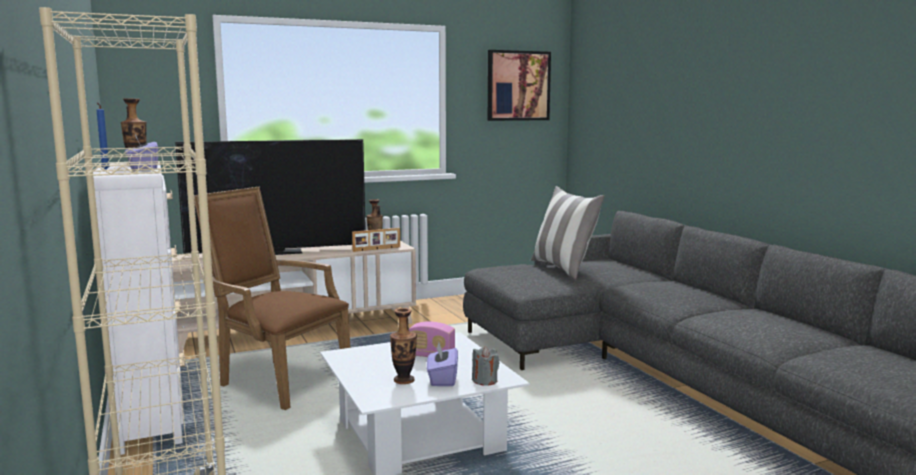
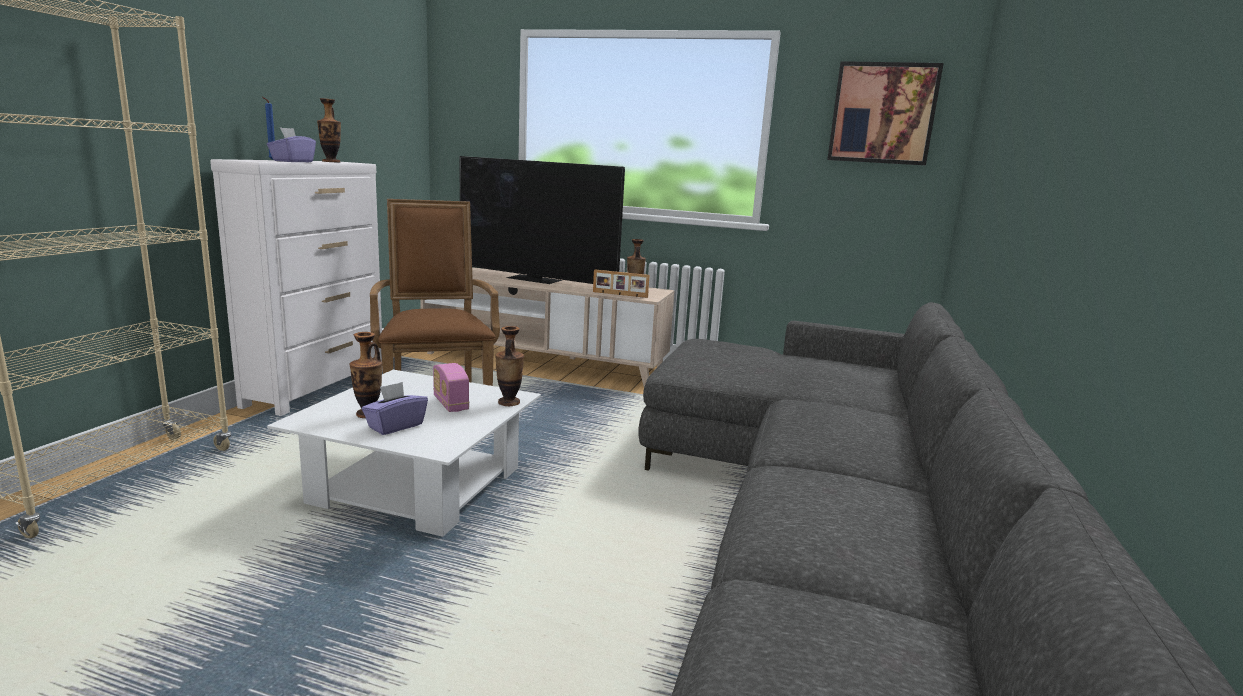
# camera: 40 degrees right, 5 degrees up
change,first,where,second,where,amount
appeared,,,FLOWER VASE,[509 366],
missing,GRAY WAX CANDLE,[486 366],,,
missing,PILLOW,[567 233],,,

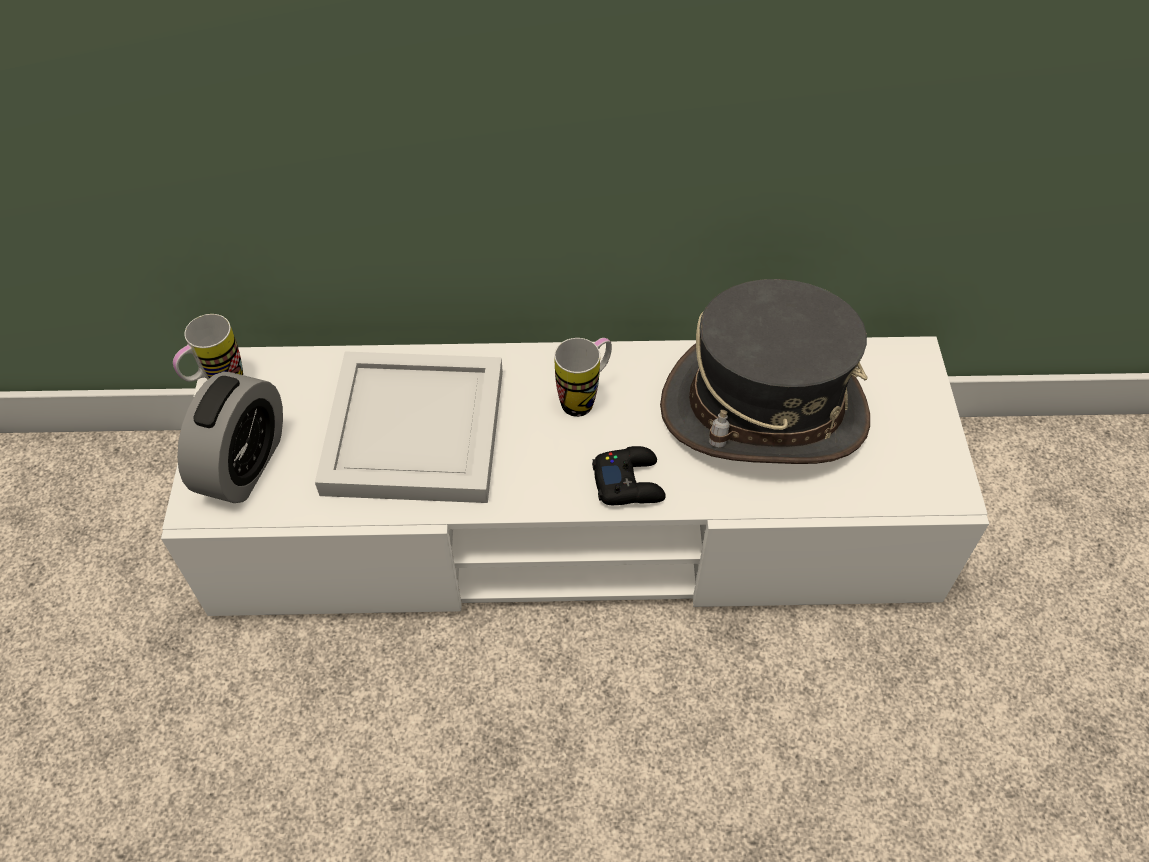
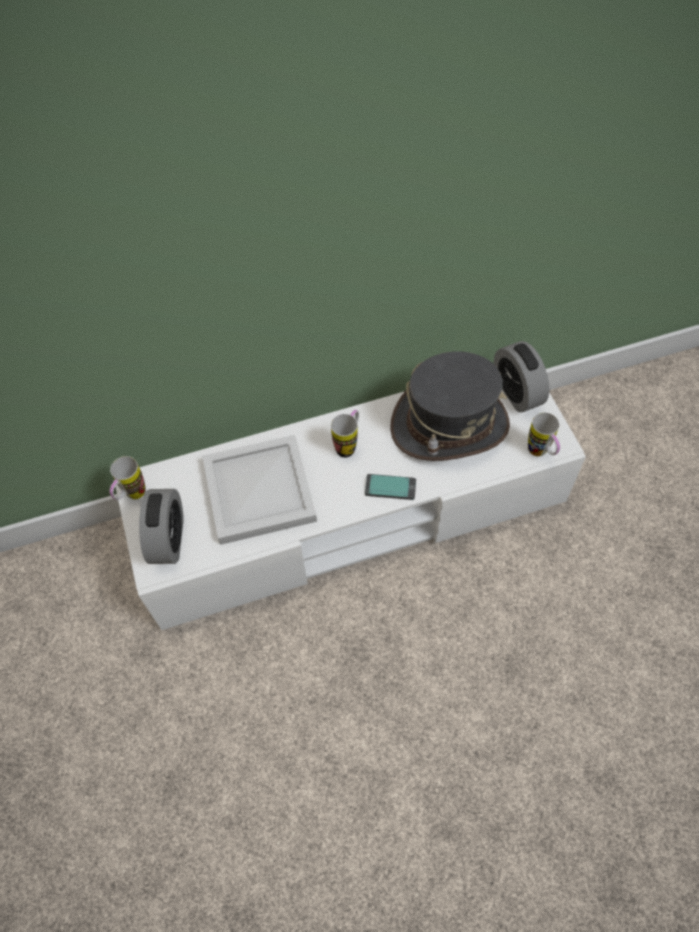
# camera: 15 degrees left, 5 degrees up
change,first,where,second,where,amount
exchanged,BLACK GAME CONTROLLER,[629 475],TELEPHONE,[390 487],
appeared,,,BEDSIDE CLOCK,[521 376],
appeared,,,COFFEE MUG,[544 434],

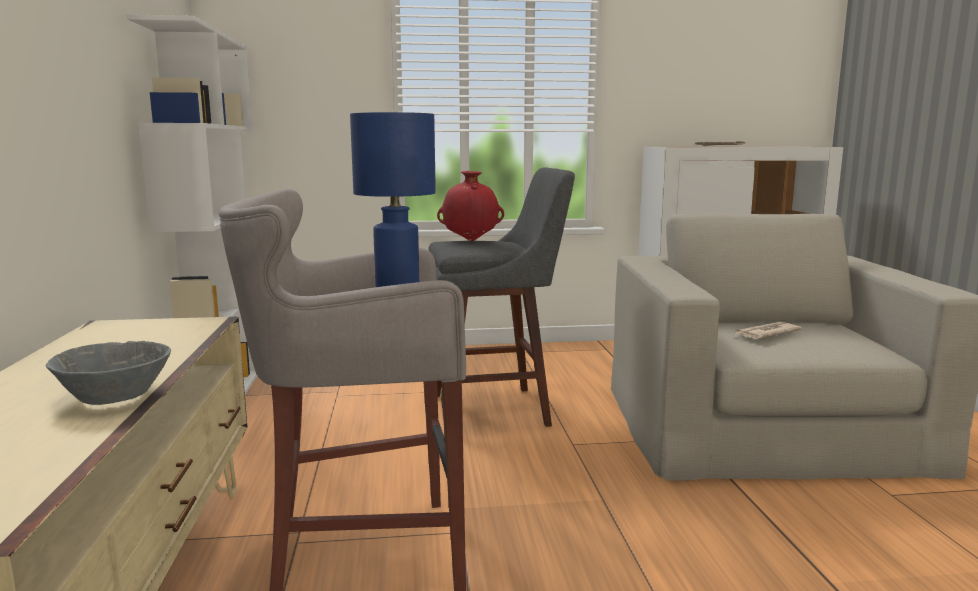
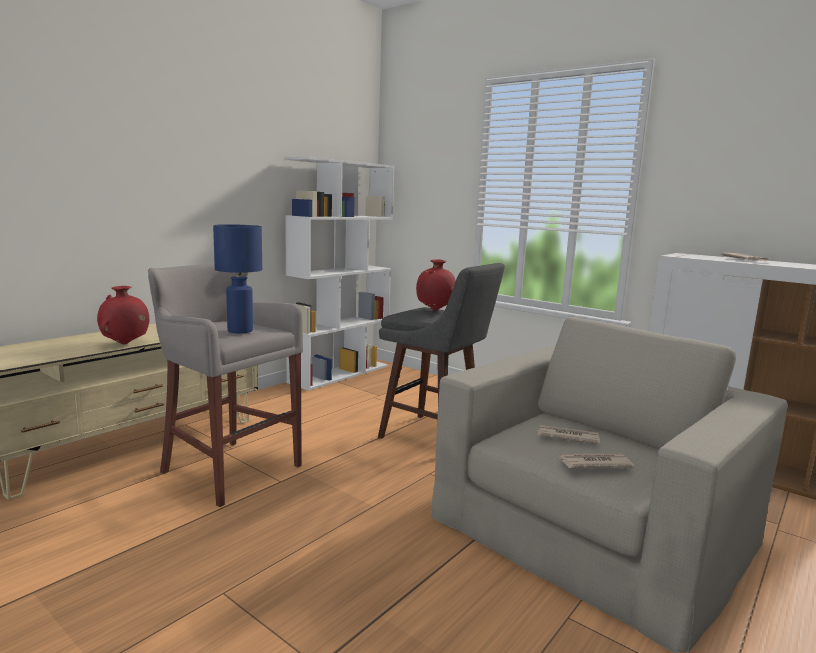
# camera: 45 degrees right, 0 degrees up
change,first,where,second,where,amount
exchanged,GRAY DEEP DISH,[108 373],RED-COLOURED FLOWER VASE,[123 315],
appeared,,,DAILY PAPER,[595 460],

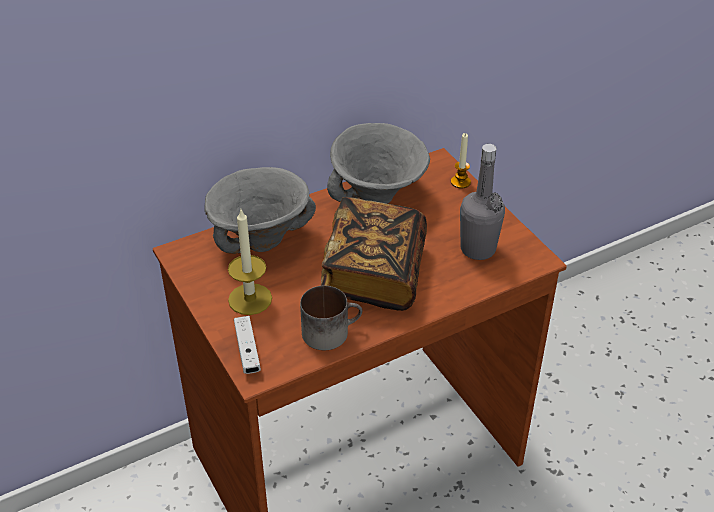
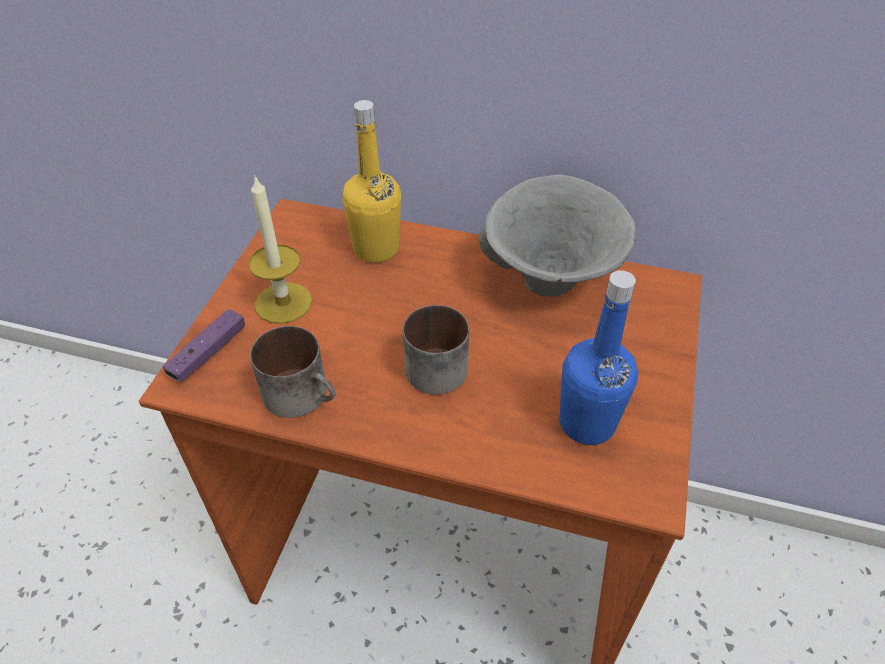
# camera: 45 degrees right, 5 degrees up
change,first,where,second,where,amount
colour,WHITE GAME CONTROLLER,[247 345],PURPLE GAME CONTROLLER,[204 345],
exchanged,GRAY DEEP DISH,[260 210],YELLOW-COLOURED BEVERAGE BOTTLE,[371 181],
exchanged,BOUND BOOK,[373 254],COFFEE MUG,[436 350],
colour,GRAY BEVERAGE BOTTLE,[482 202],BLUE BEVERAGE BOTTLE,[598 357],
missing,WAX CANDLE,[461 161],,,

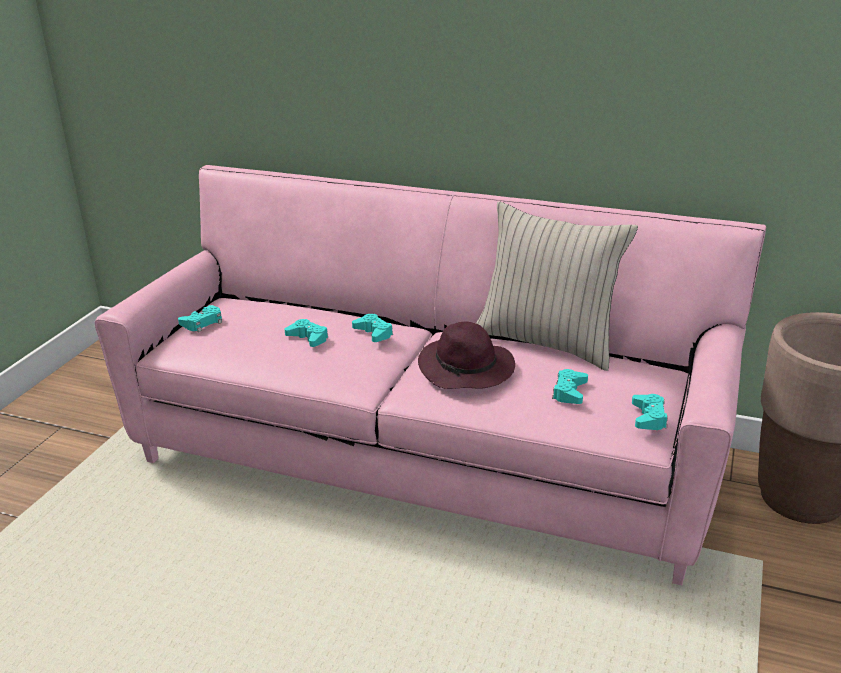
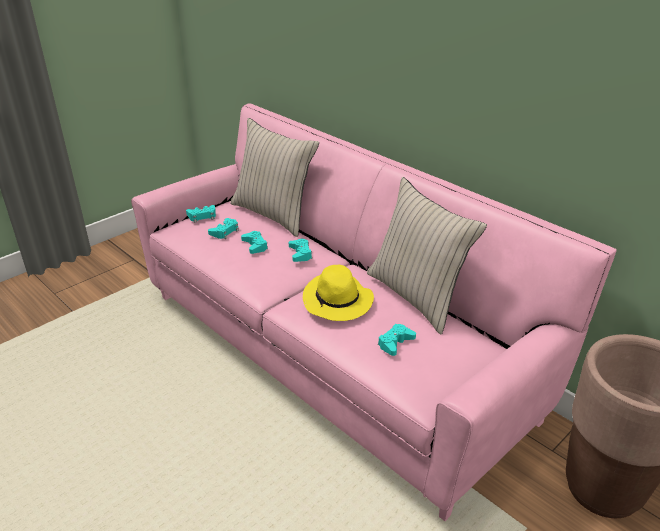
# camera: 25 degrees right, 5 degrees up
change,first,where,second,where,amount
relocated,TURQUOISE-COLOURED GAME CONTROLLER,[650 412],,[223 228],
appeared,,,BEIGE PILLOW,[274 177],
colour,PURPLE WEARABLE HAT,[466 355],YELLOW-COLOURED WEARABLE HAT,[338 293],

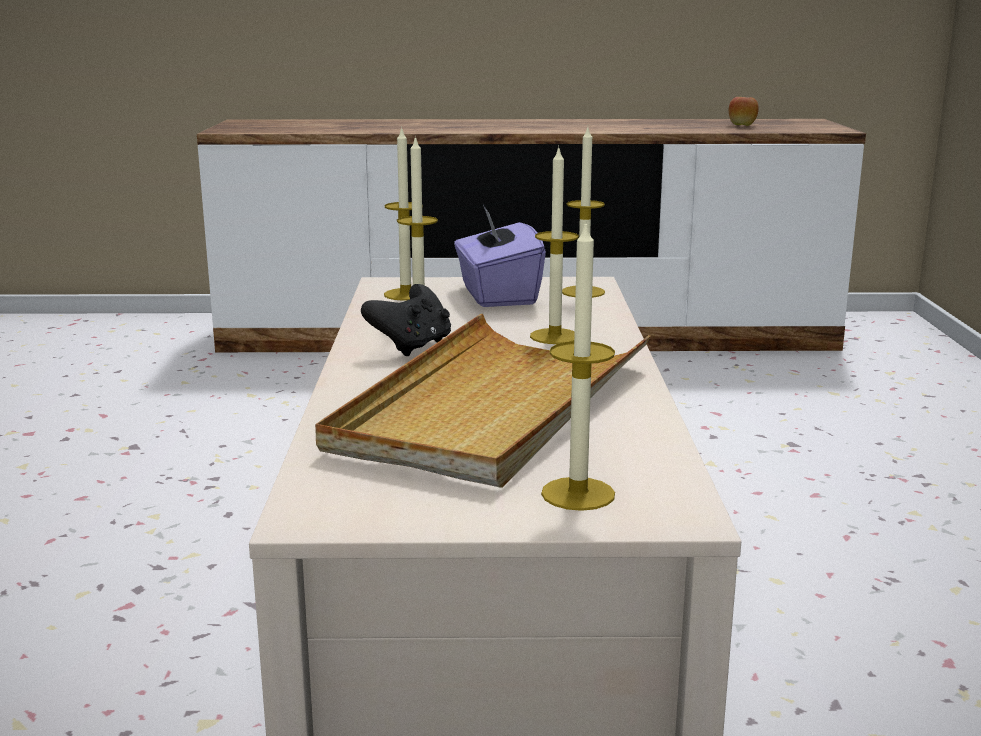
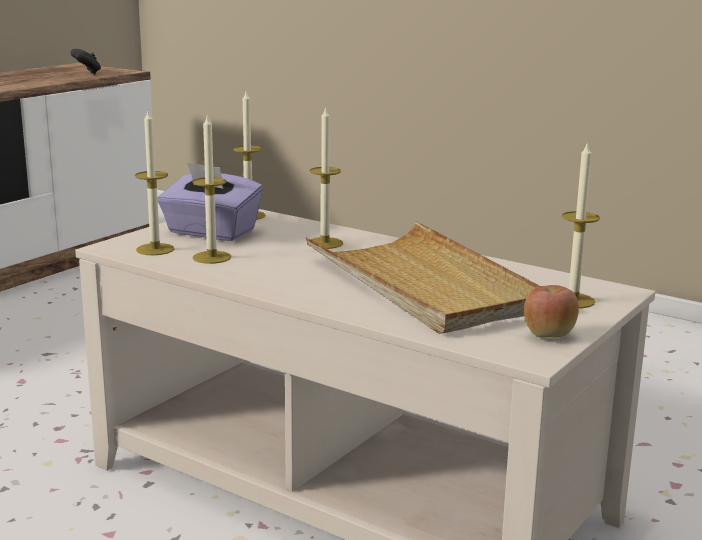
# camera: 55 degrees left, 0 degrees up
change,first,where,second,where,amount
relocated,BLACK GAME CONTROLLER,[406 320],,[86 61],
relocated,APPLE FRUIT,[744 111],,[551 311],

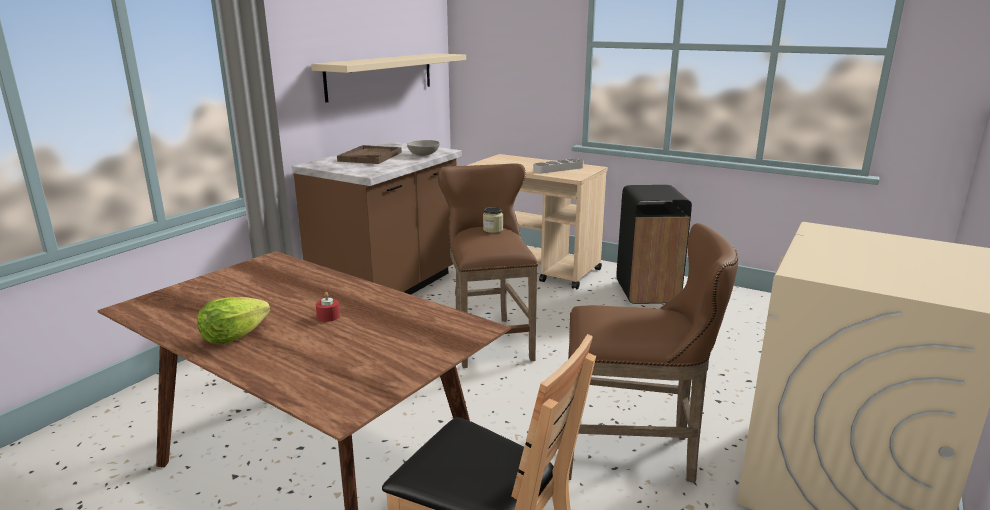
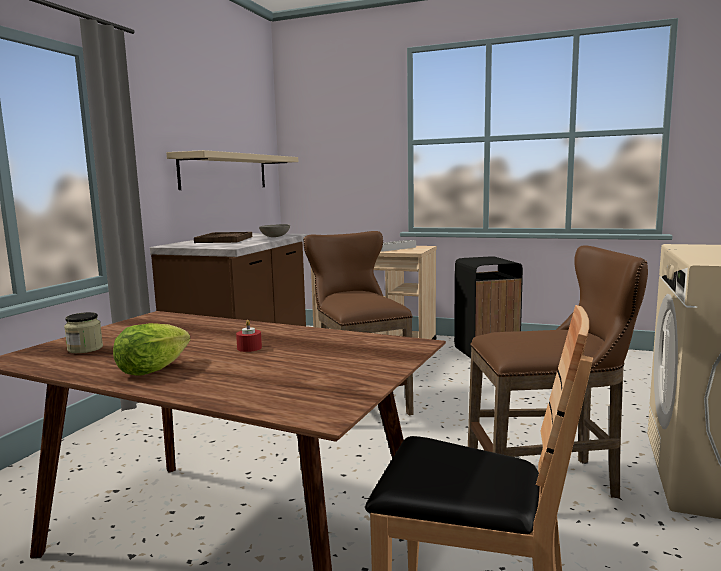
# camera: 10 degrees left, 10 degrees down
change,first,where,second,where,amount
relocated,PRESERVE JAR,[493 220],,[83 332],

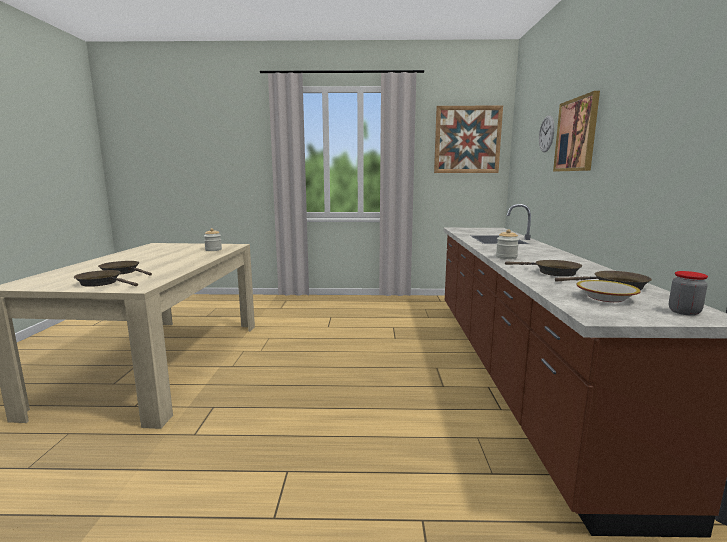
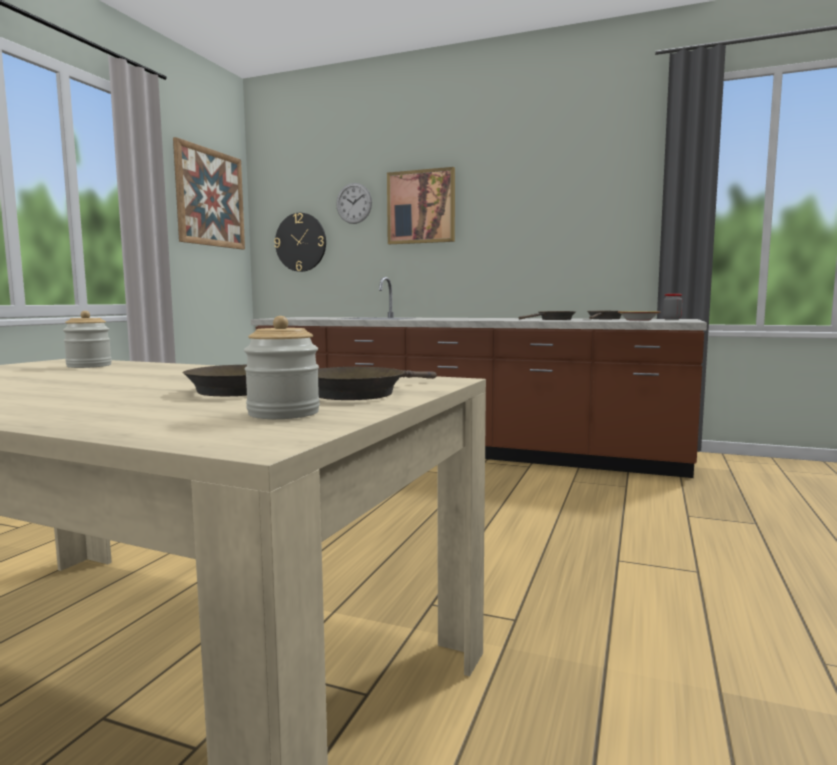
# camera: 70 degrees left, 5 degrees down
change,first,where,second,where,amount
relocated,PRESERVE JAR,[507 244],,[282 367],
appeared,,,HANGING CLOCK,[300 242],

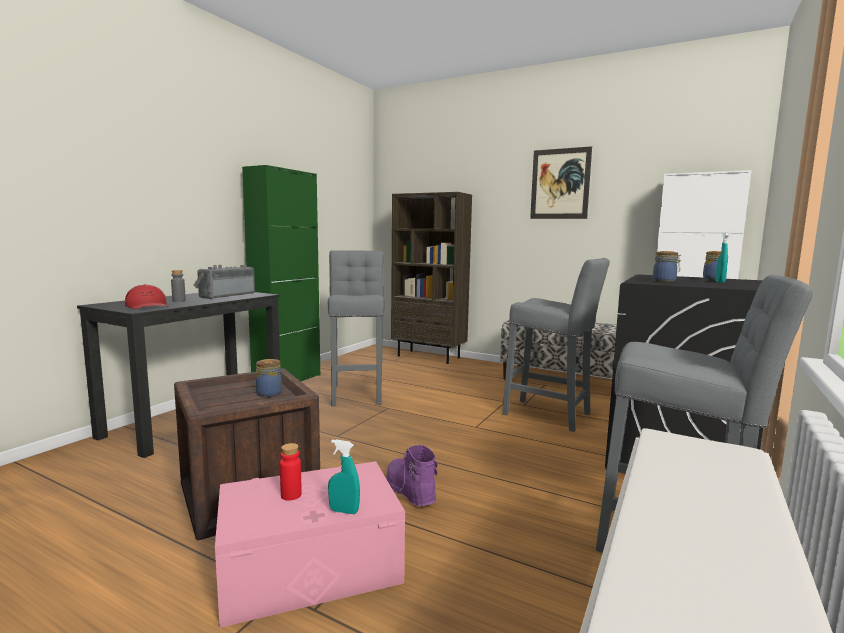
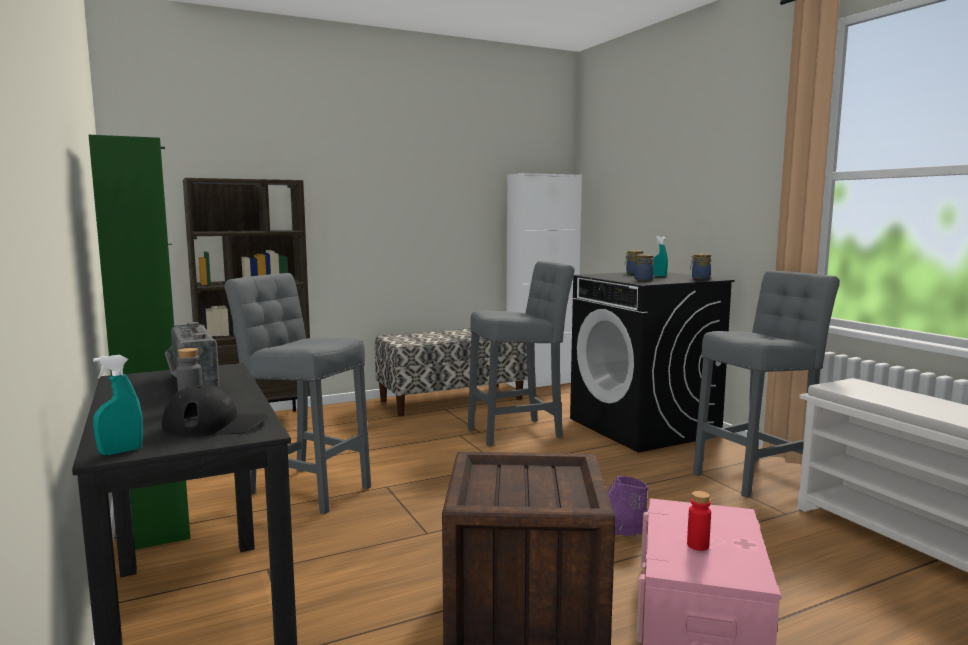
# camera: 55 degrees left, 0 degrees up
change,first,where,second,where,amount
relocated,TURQUOISE-COLOURED HAND SPRAYER,[344 477],,[118 405],
colour,RED-COLOURED PEAKED CAP,[147 296],BLACK PEAKED CAP,[215 411],
relocated,PRESERVE JAR,[269 378],,[700 266],
missing,WALL PICTURE,[561 182],,,

